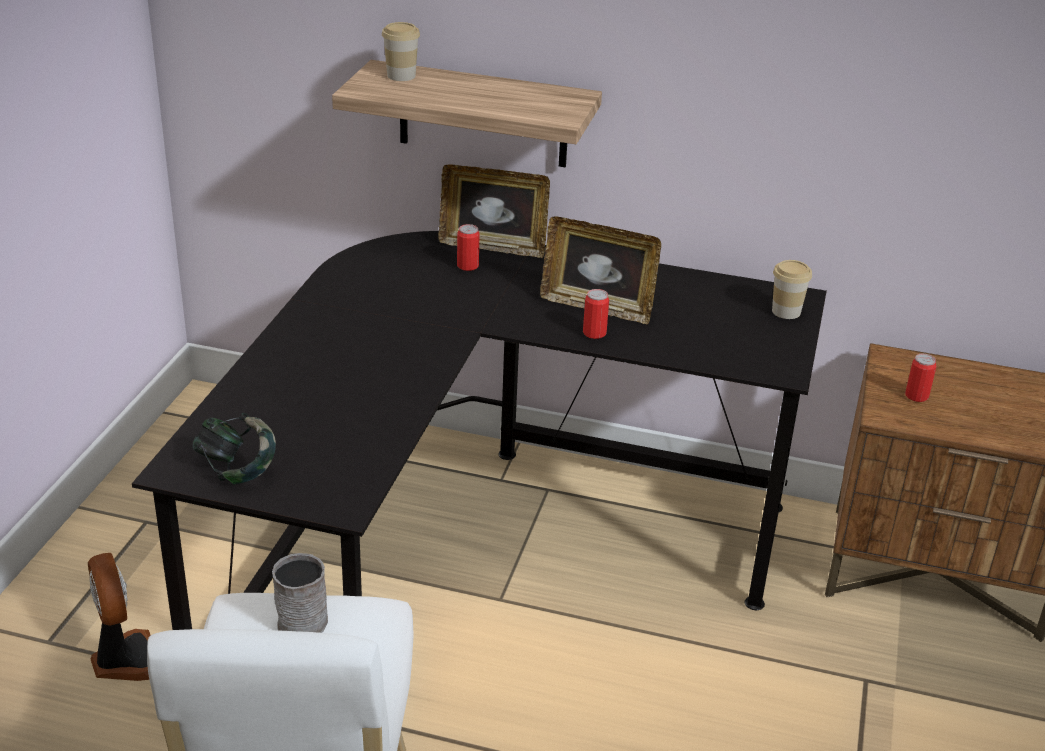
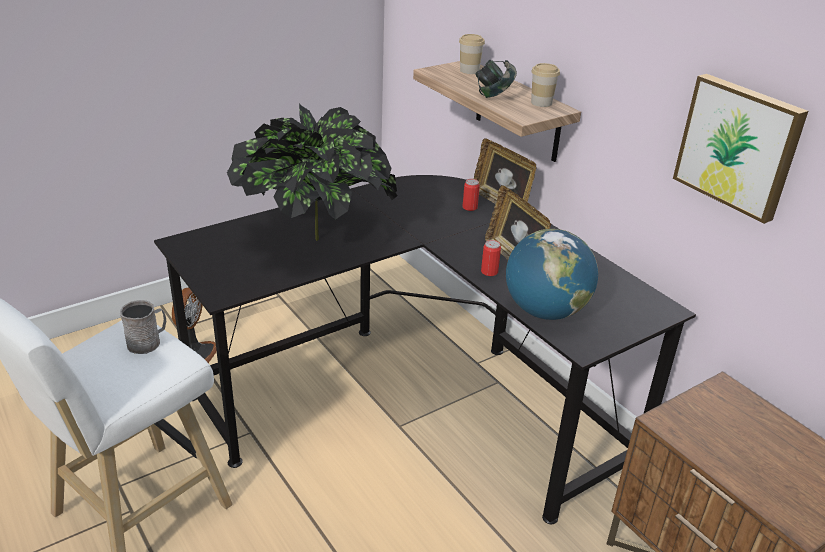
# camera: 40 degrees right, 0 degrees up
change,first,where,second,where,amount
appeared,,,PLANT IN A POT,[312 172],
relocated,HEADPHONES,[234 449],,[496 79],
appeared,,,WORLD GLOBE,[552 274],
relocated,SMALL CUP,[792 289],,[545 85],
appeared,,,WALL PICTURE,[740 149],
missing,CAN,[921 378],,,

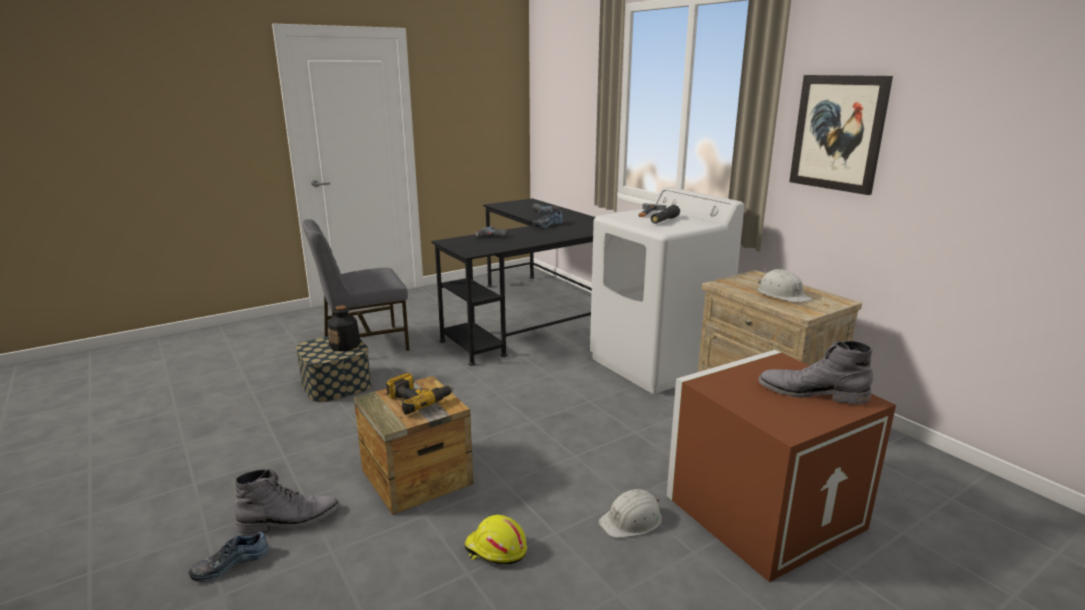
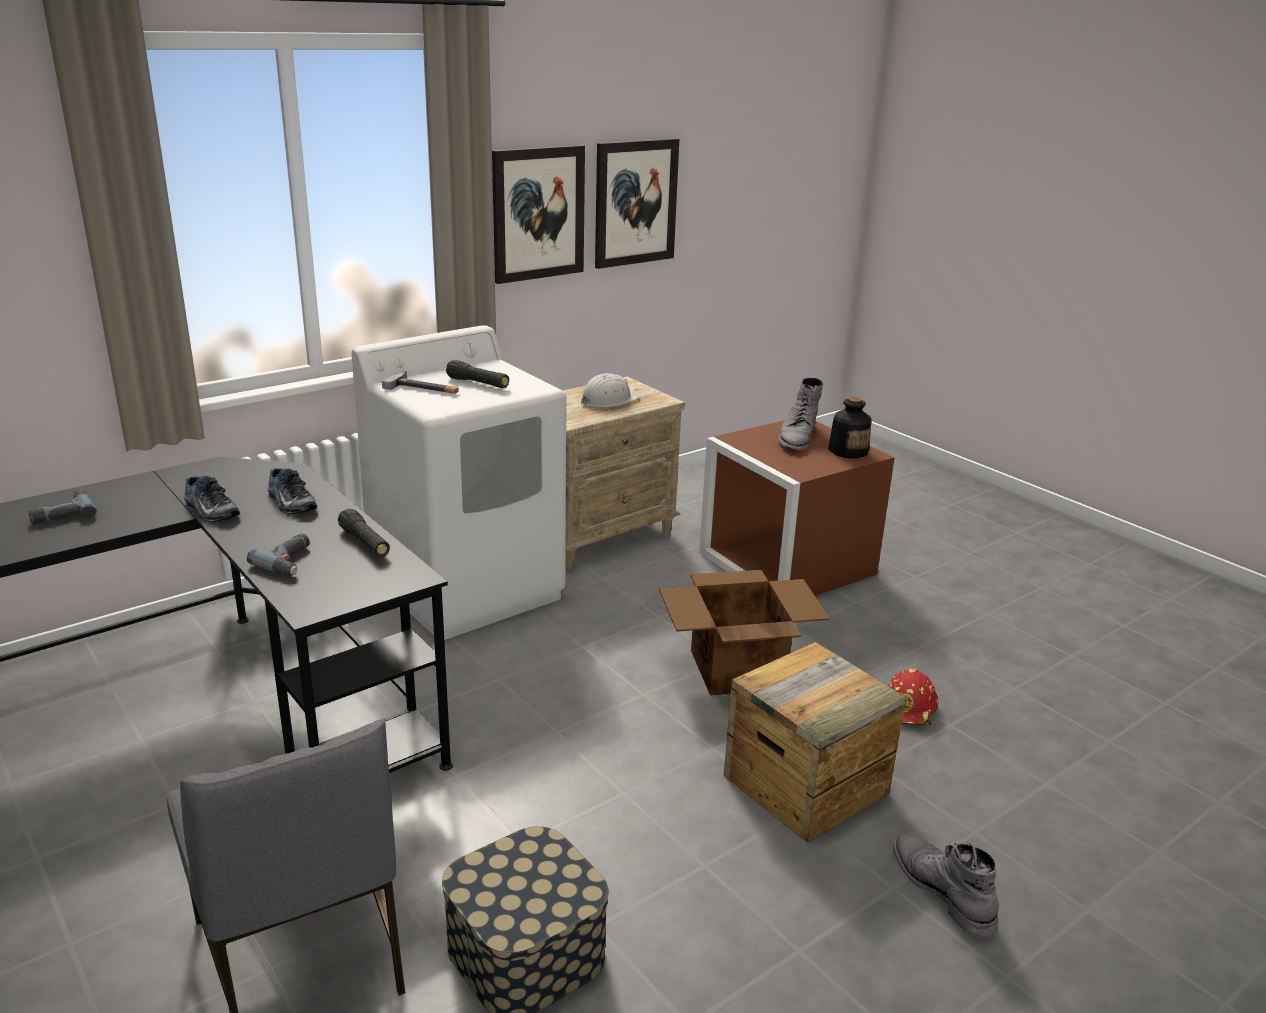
# camera: 95 degrees left, 5 degrees up
change,first,where,second,where,amount
relocated,ITEM OF FOOTWEAR,[228 557],,[292 491],
appeared,,,BLACK TORCH,[364 533],
appeared,,,WALL PICTURE,[637 203],
appeared,,,PACKING BOX,[744 633],
relocated,BEVERAGE BOTTLE,[344 328],,[850 427],
colour,YELLOW-COLOURED SAFETY HELMET,[495 539],RED-COLOURED SAFETY HELMET,[913 697],
missing,ELECTRIC DRILL,[419 394],,,
missing,WHITE SAFETY HELMET,[630 513],,,

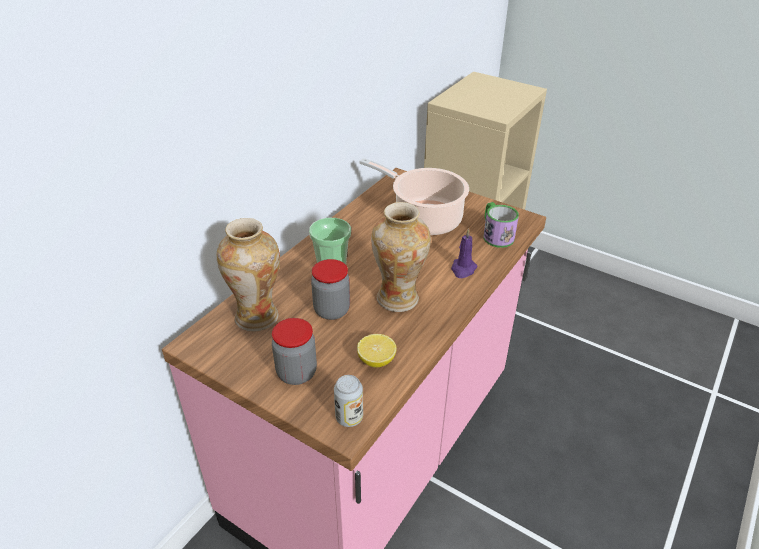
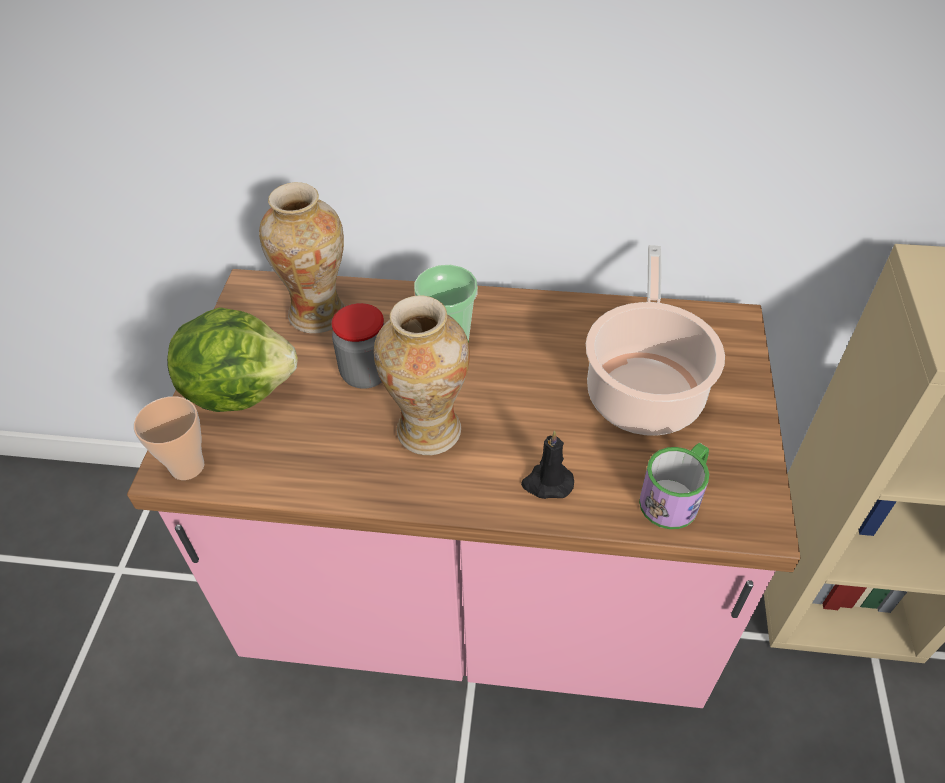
# camera: 65 degrees right, 10 degrees up
change,first,where,second,where,amount
exchanged,CAN,[348 401],SMALL CUP,[169 438],
exchanged,PRESERVE JAR,[294 351],HEAD OF LETTUCE,[232 359],
colour,PURPLE WAX CANDLE,[464 253],BLACK WAX CANDLE,[547 464],
missing,WHOLE LEMON,[377 351],,,

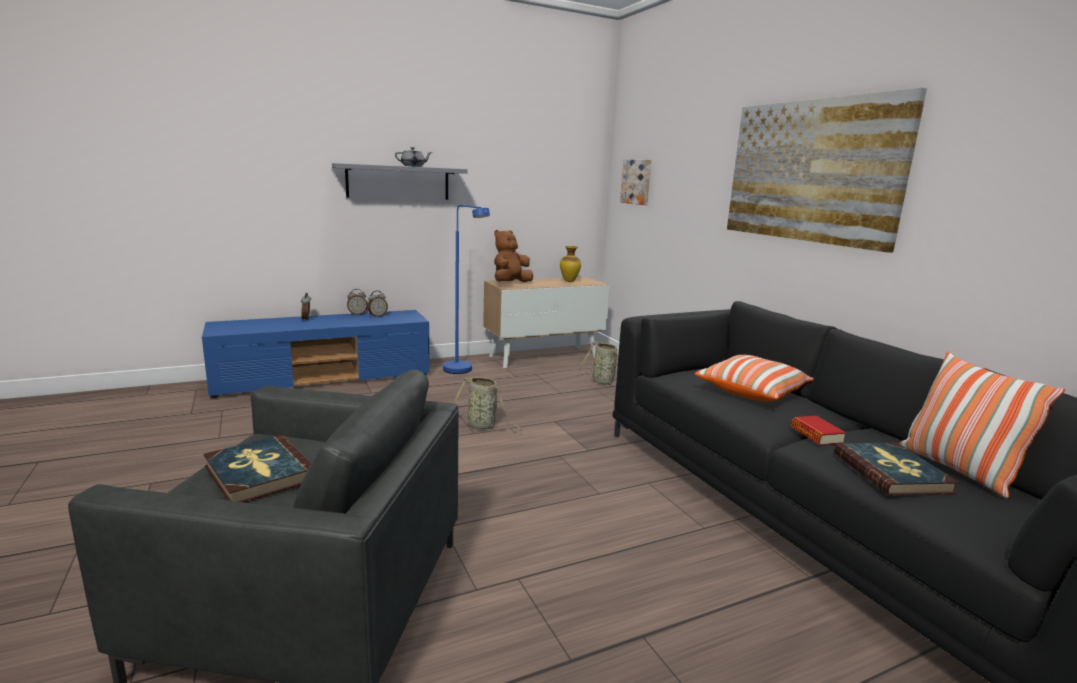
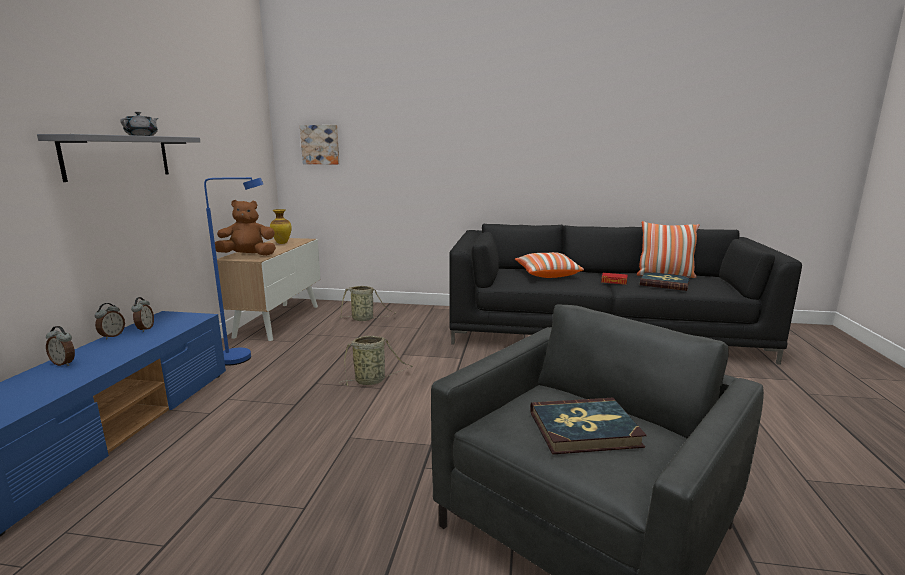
# camera: 55 degrees left, 0 degrees up
change,first,where,second,where,amount
spun,BROWN PLUSH TOY,[513 256],,[245 228],90 degrees clockwise
missing,WALL PICTURE,[827 170],,,

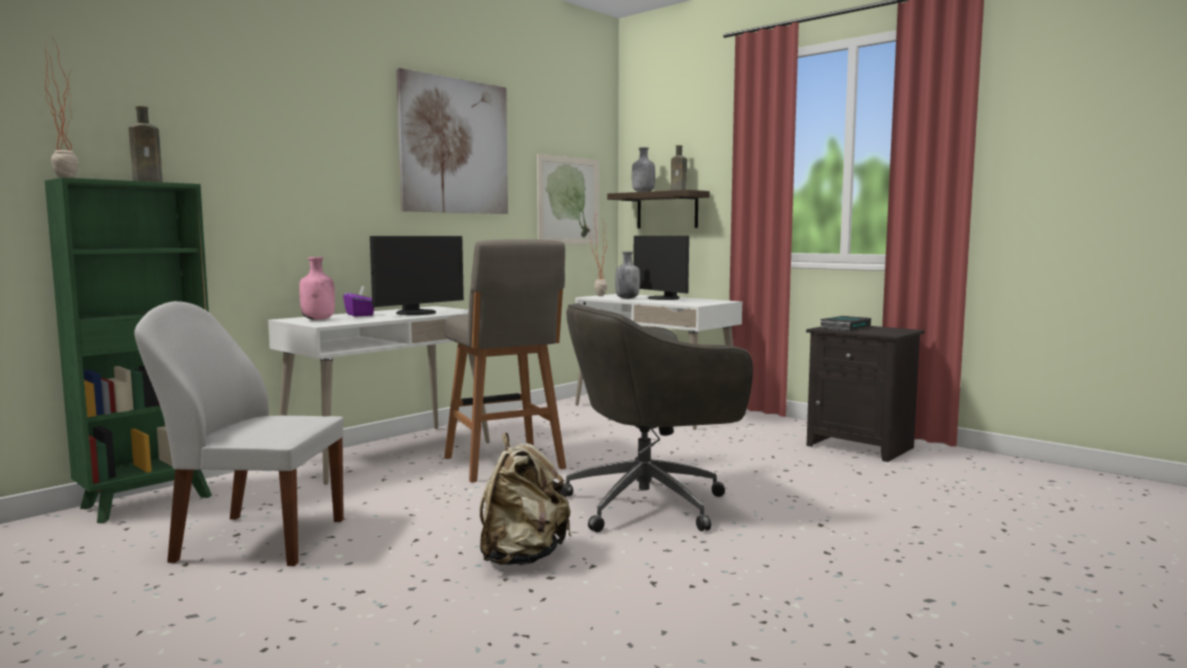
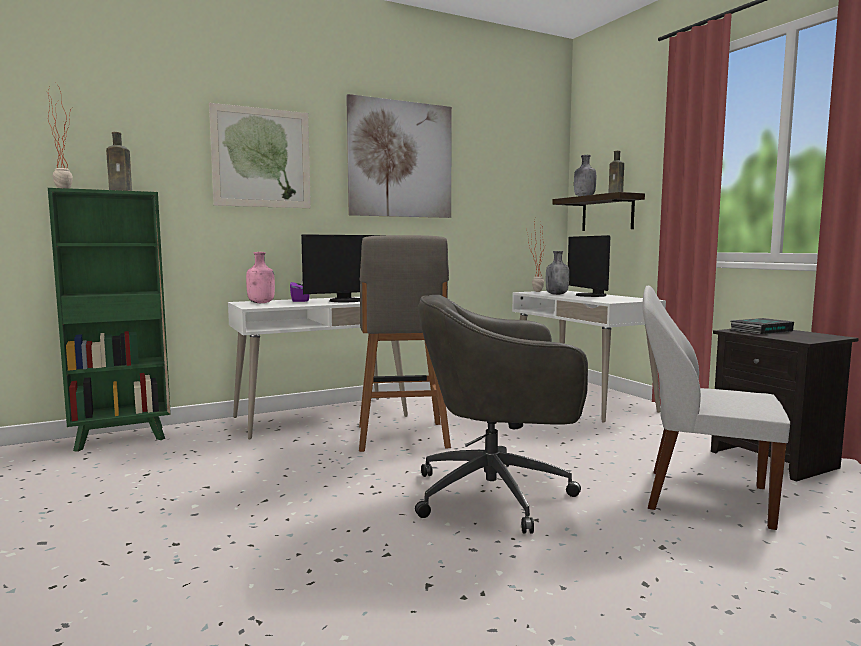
# camera: 20 degrees right, 0 degrees up
change,first,where,second,where,amount
relocated,WALL PICTURE,[568 199],,[260 155],
relocated,WHITE CHAIR,[239 433],,[716 408],
missing,BEIGE RUCKSACK,[525 498],,,

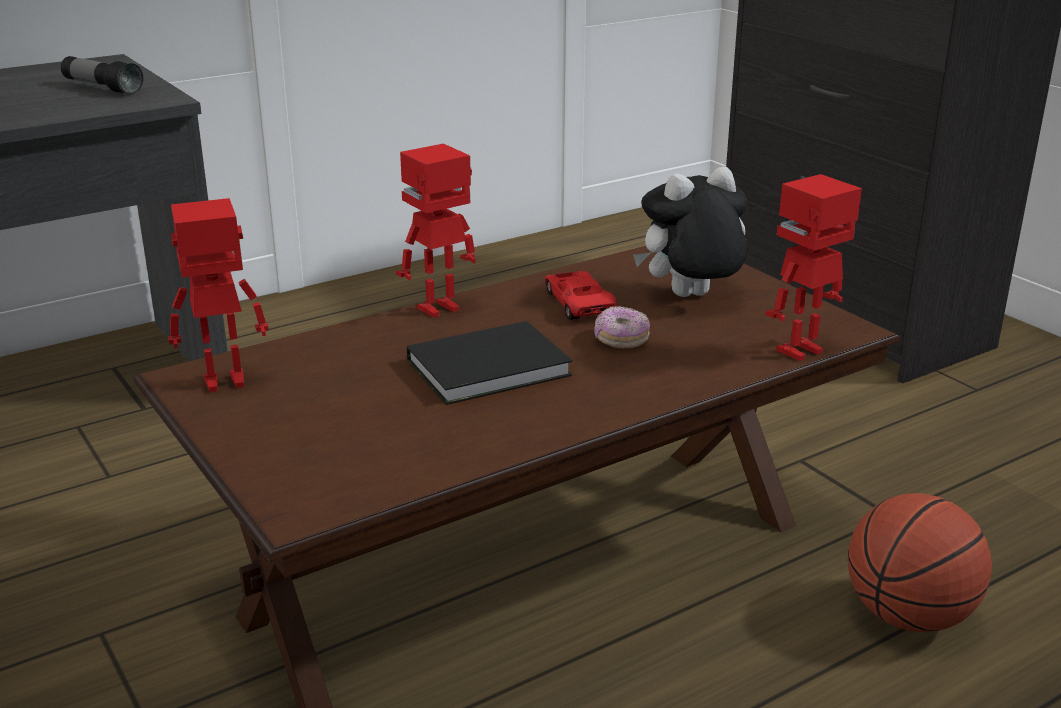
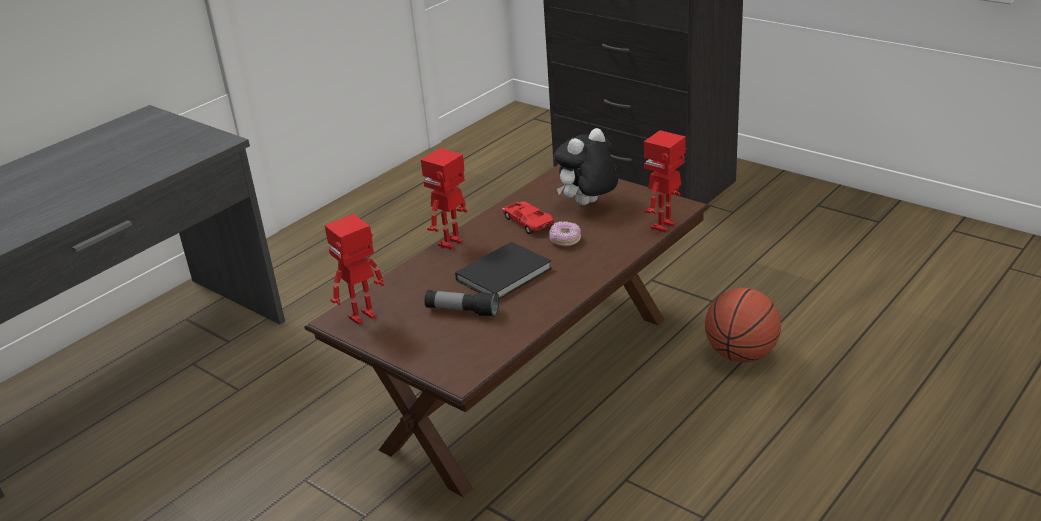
# camera: 15 degrees left, 5 degrees up
change,first,where,second,where,amount
relocated,TORCH,[102 75],,[461 303],

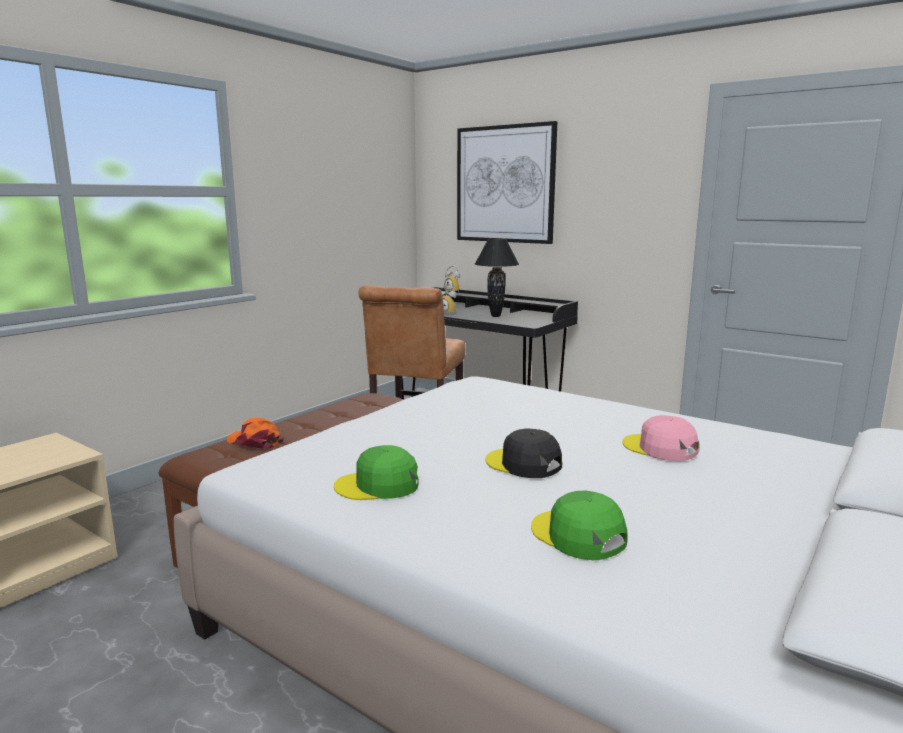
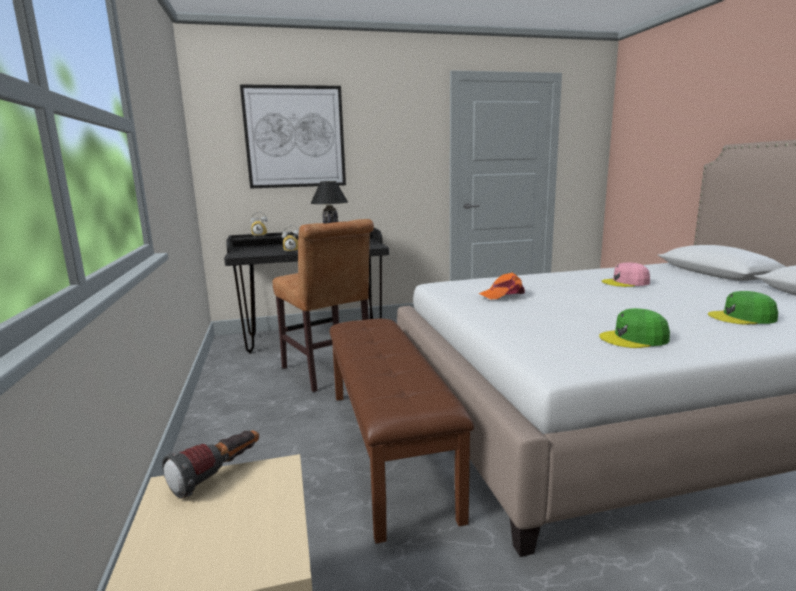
# camera: 50 degrees left, 0 degrees up
change,first,where,second,where,amount
appeared,,,TORCH,[210 464],
relocated,ORANGE-COLOURED PEAKED CAP,[255 433],,[501 286],
spun,GREENISH PEAKED CAP,[376 472],,[634 328],45 degrees clockwise
missing,BLACK PEAKED CAP,[523 453],,,

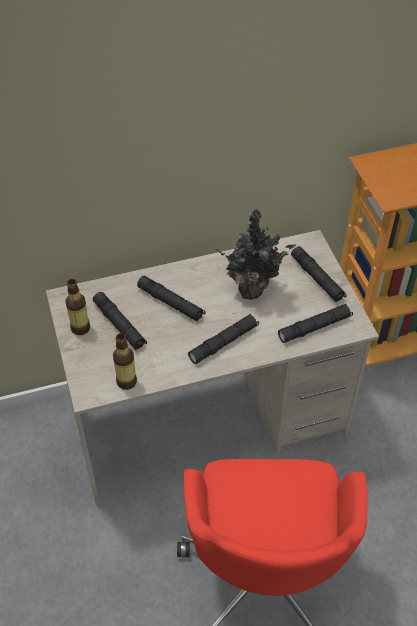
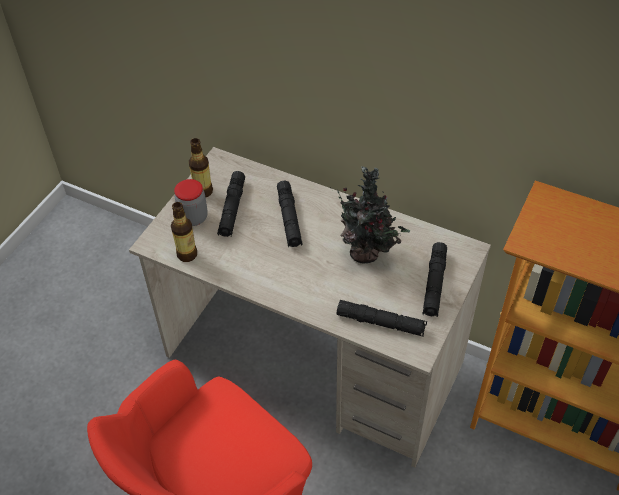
# camera: 45 degrees right, 0 degrees up
change,first,where,second,where,amount
appeared,,,PRESERVE JAR,[191 202],
missing,BLACK TORCH,[223 339],,,

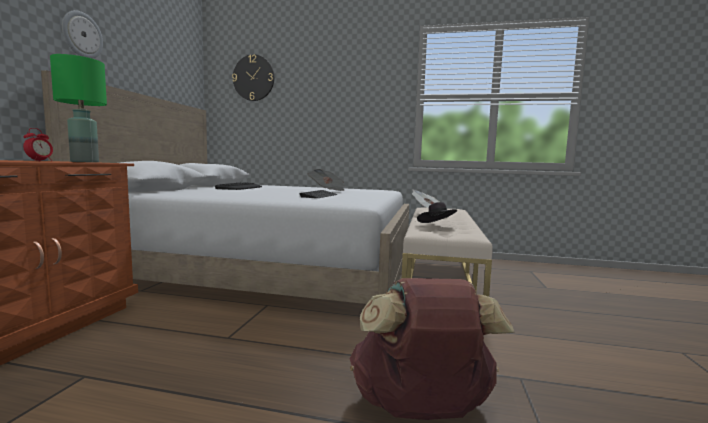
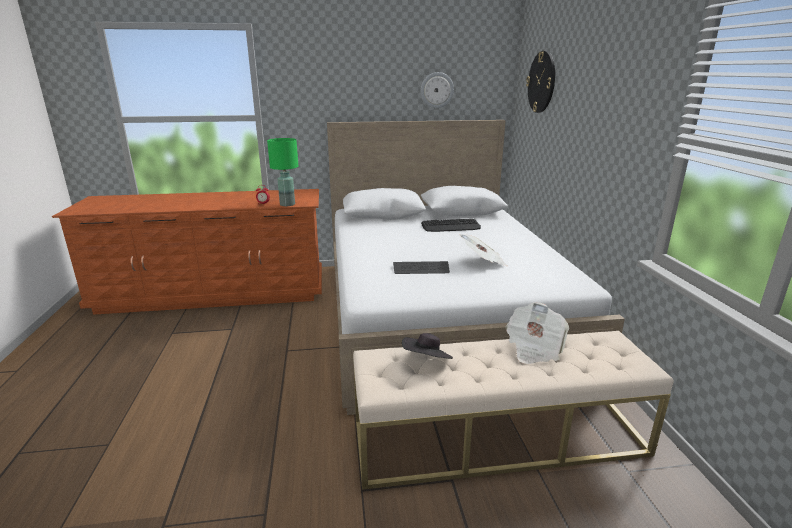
# camera: 70 degrees right, 15 degrees up
change,first,where,second,where,amount
relocated,HANGING CLOCK,[82 34],,[437 90],
missing,BROWN RUCKSACK,[432 349],,,

